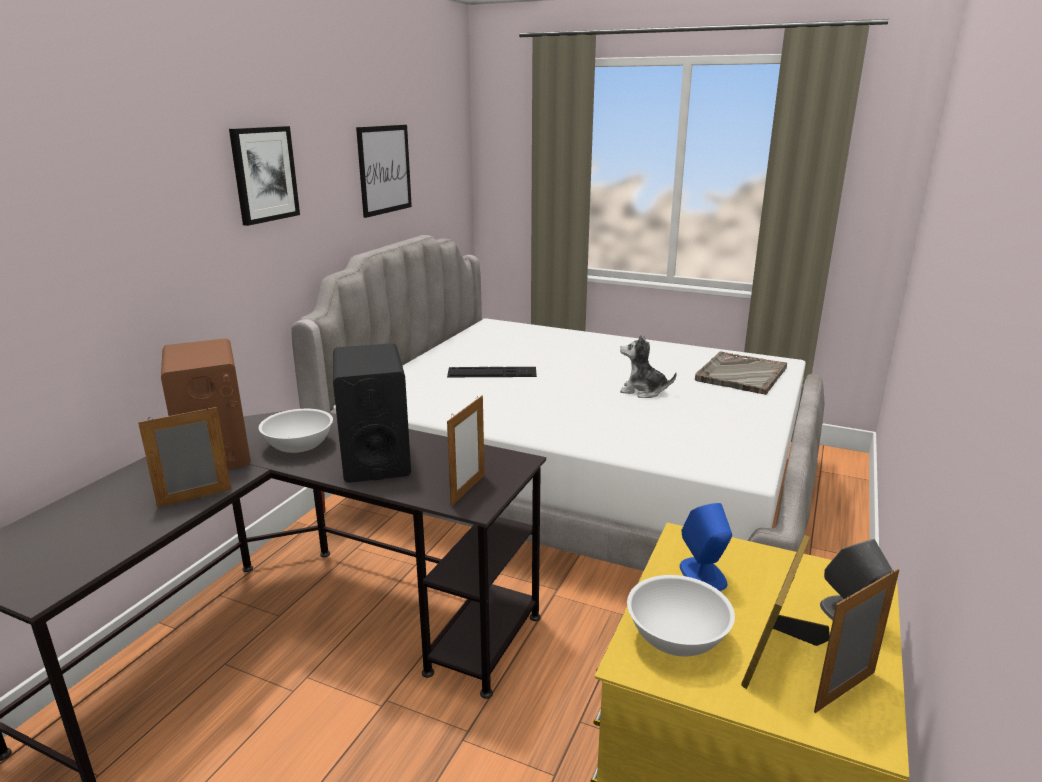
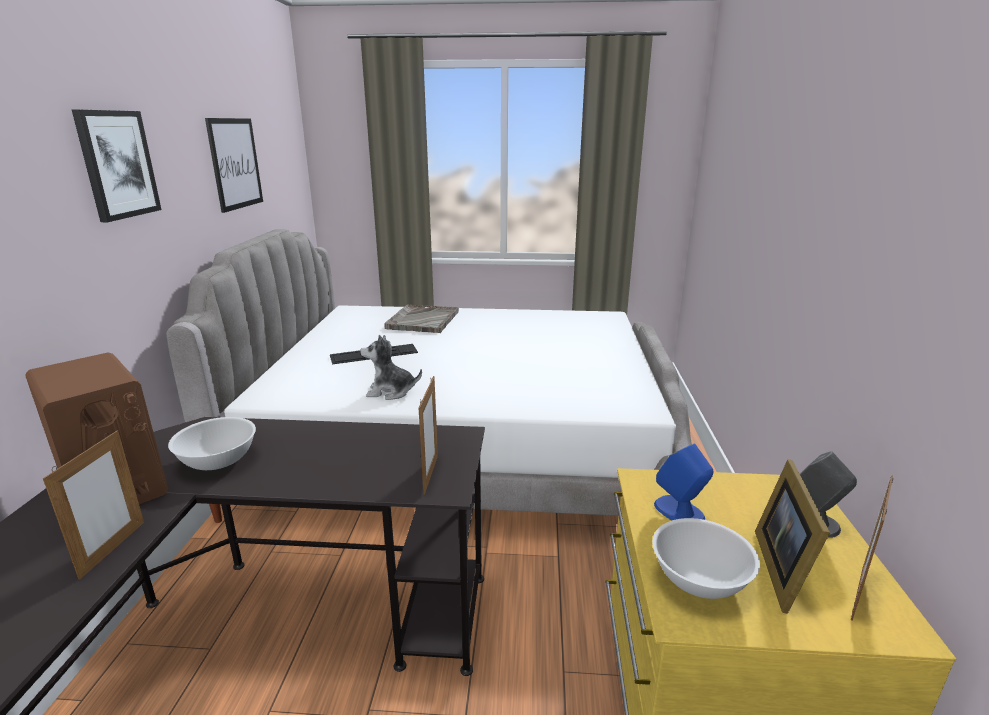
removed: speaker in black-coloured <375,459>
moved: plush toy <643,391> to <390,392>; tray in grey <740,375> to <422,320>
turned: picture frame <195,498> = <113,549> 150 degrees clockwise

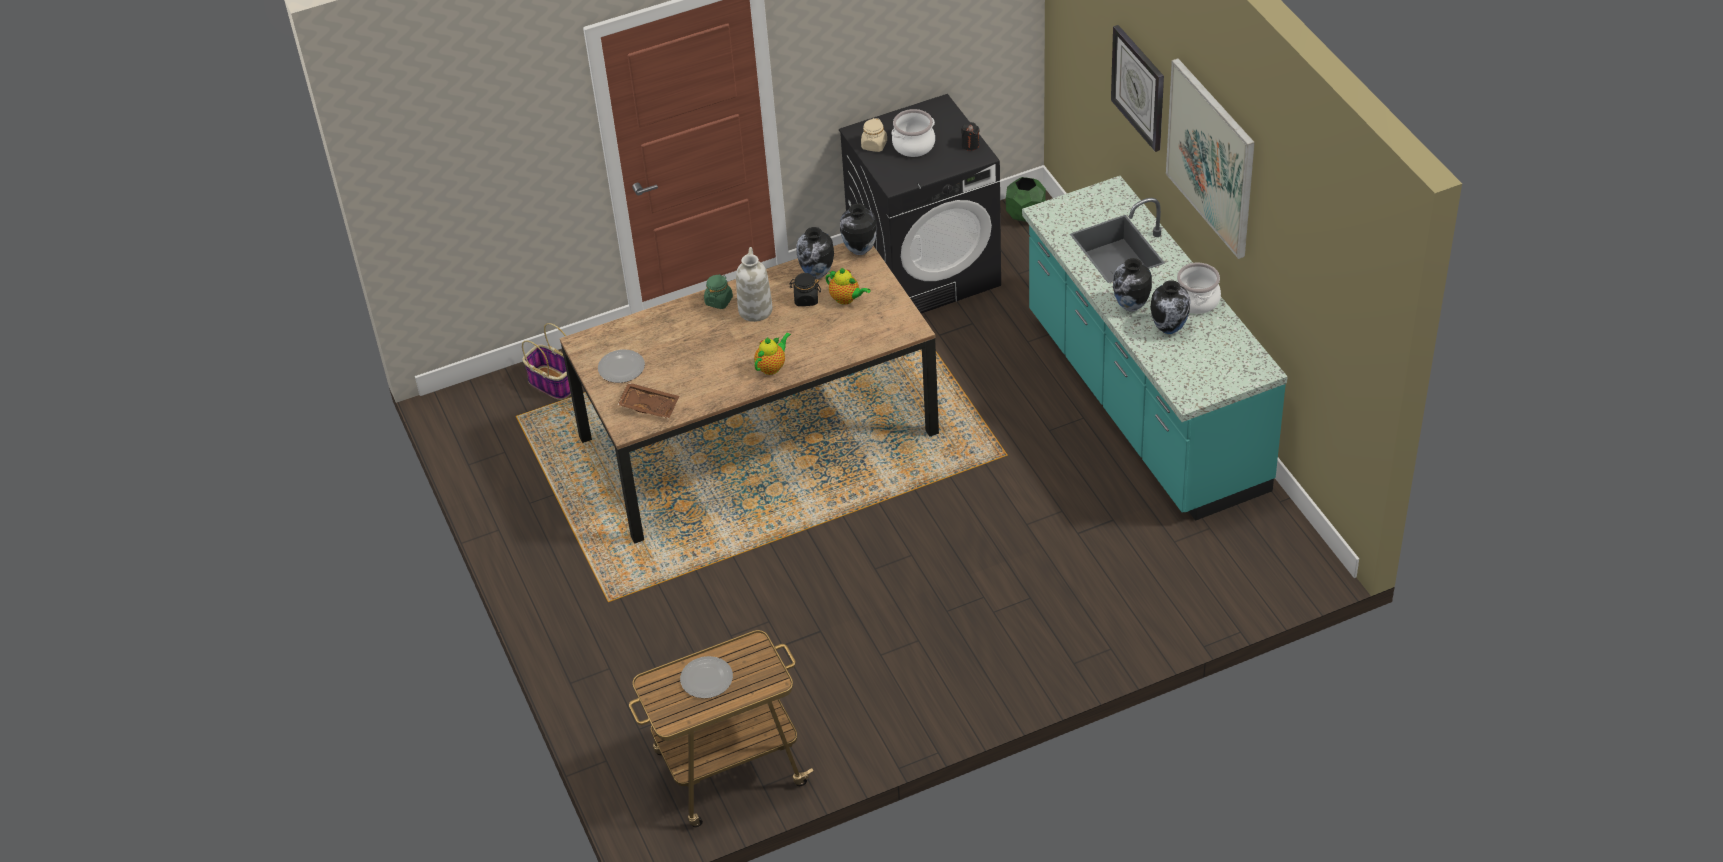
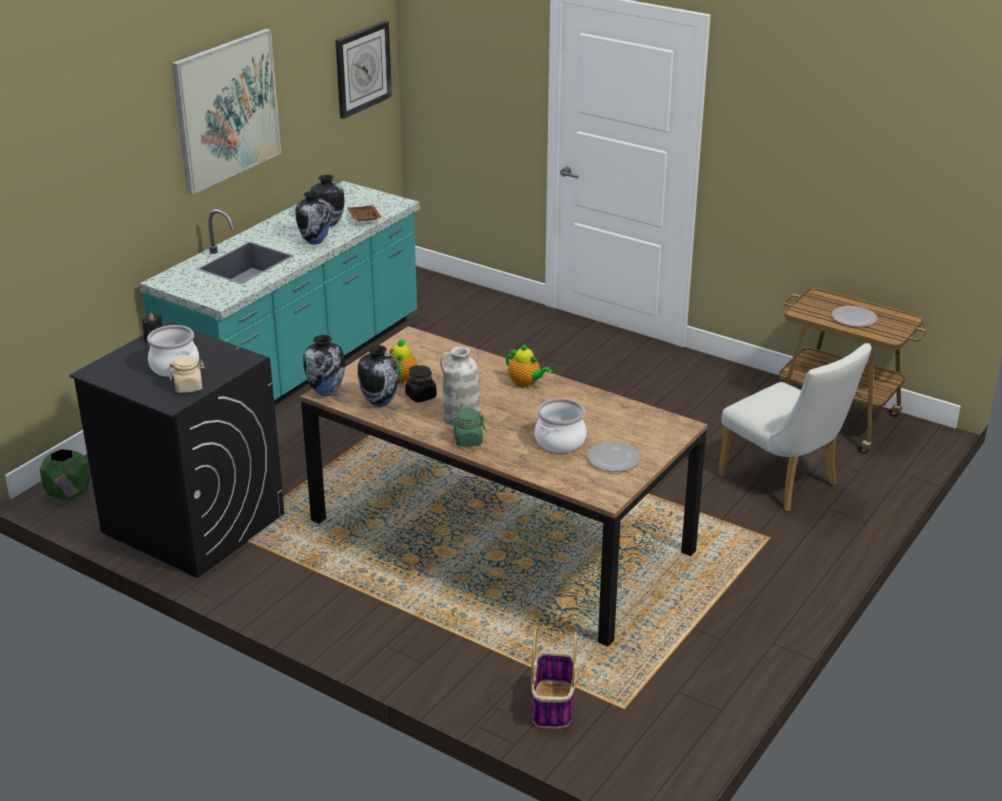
added: plain chair in whitish <785,483>
moved: wall clock <1139,87> to <362,69>; tray in brown <649,405> to <363,219>; cooking pot <1197,300> to <559,441>
turned: tea pot <772,367> = <526,383> 150 degrees counterclockwise

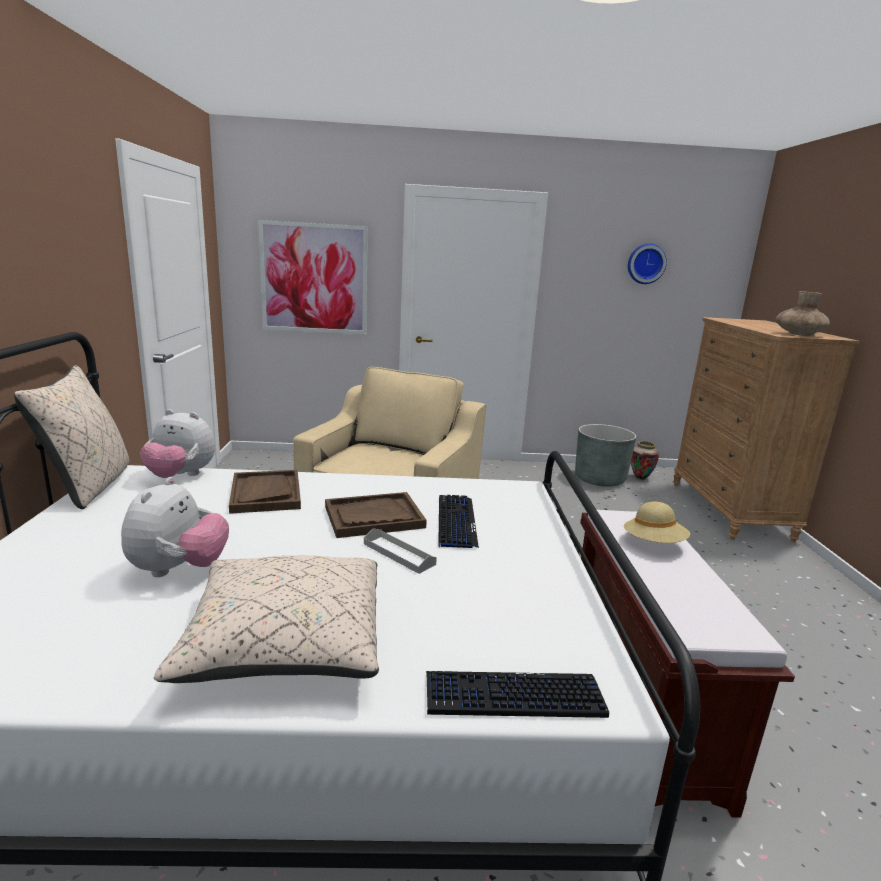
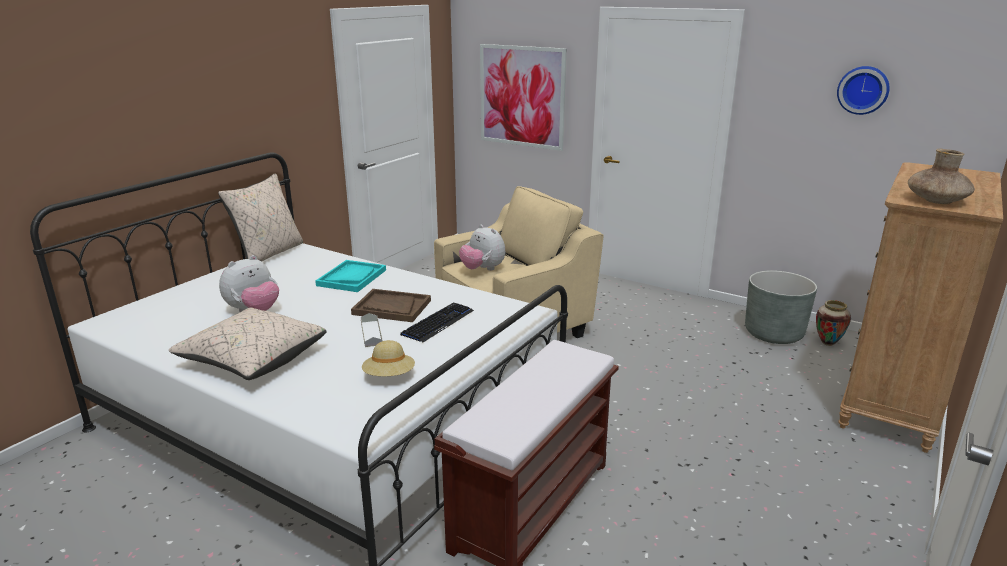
removed: computer keyboard <513,696>
moved: clothing hat in beige-coloured <654,544> to <389,376>; plush toy <181,476> to <482,269>
recoloured: tray in brown <265,493> to tray in blue-green <351,277>

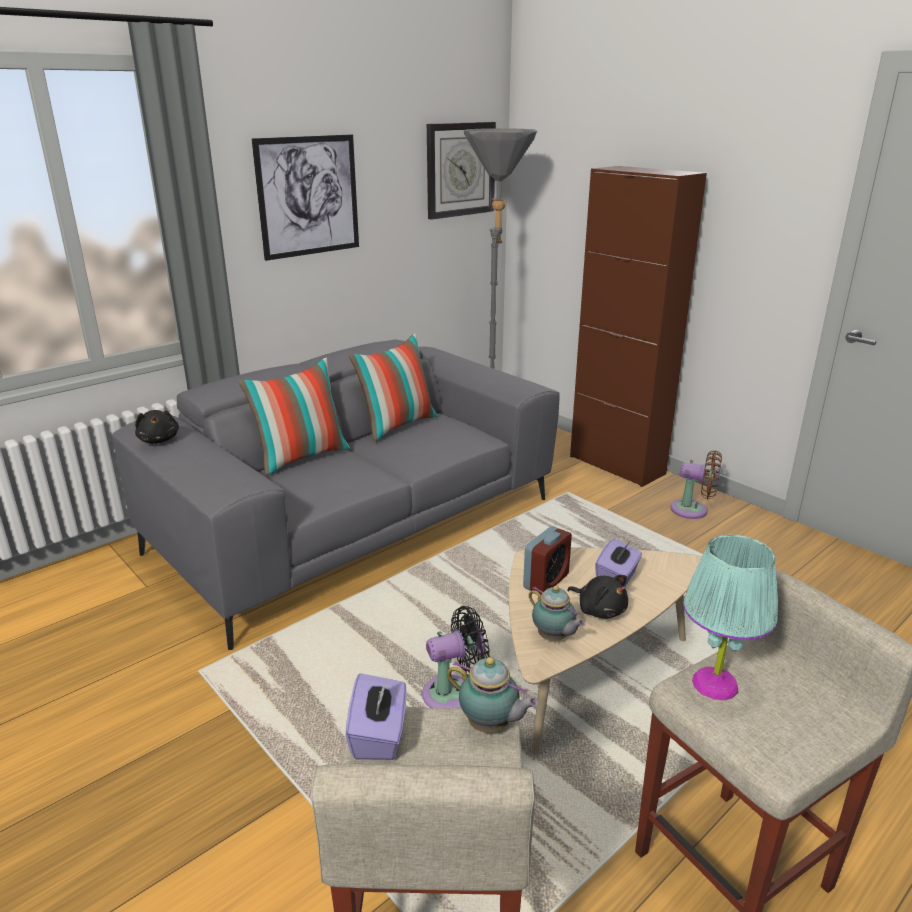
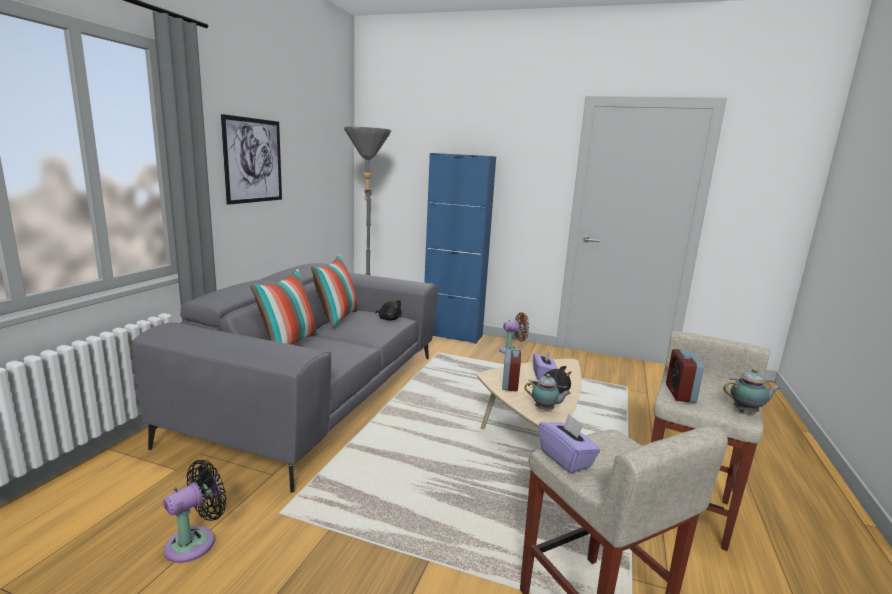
removed: wall clock <460,169>
moved: fan in black-coloured <454,693> to <195,542>; plush toy in black-coloured <159,440> to <389,319>; tea pot <491,726> to <747,412>
replaced: lamp for a table in blue-green <715,684> to alarm clock <680,393>
recoloured: cabinet in brown <616,465> to cabinet in blue <452,335>

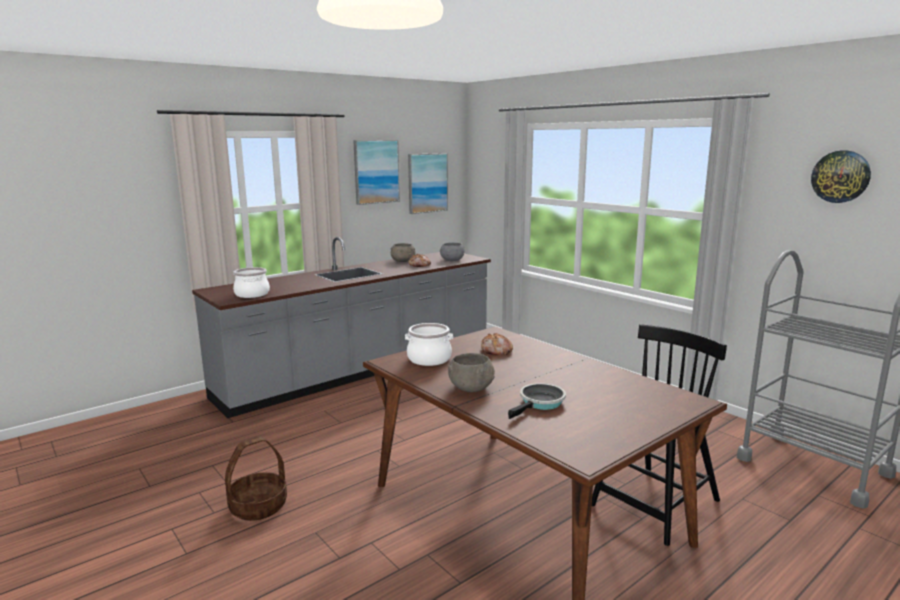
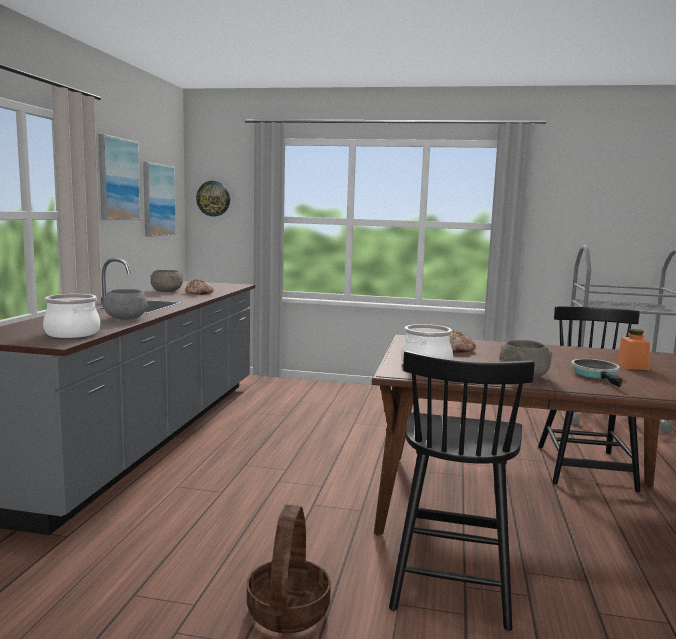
added: plain chair in black-coloured <452,574>; jar in orangey <632,366>
moved: deep dish in grey <452,260> to <125,318>; wall clock <840,176> to <213,198>

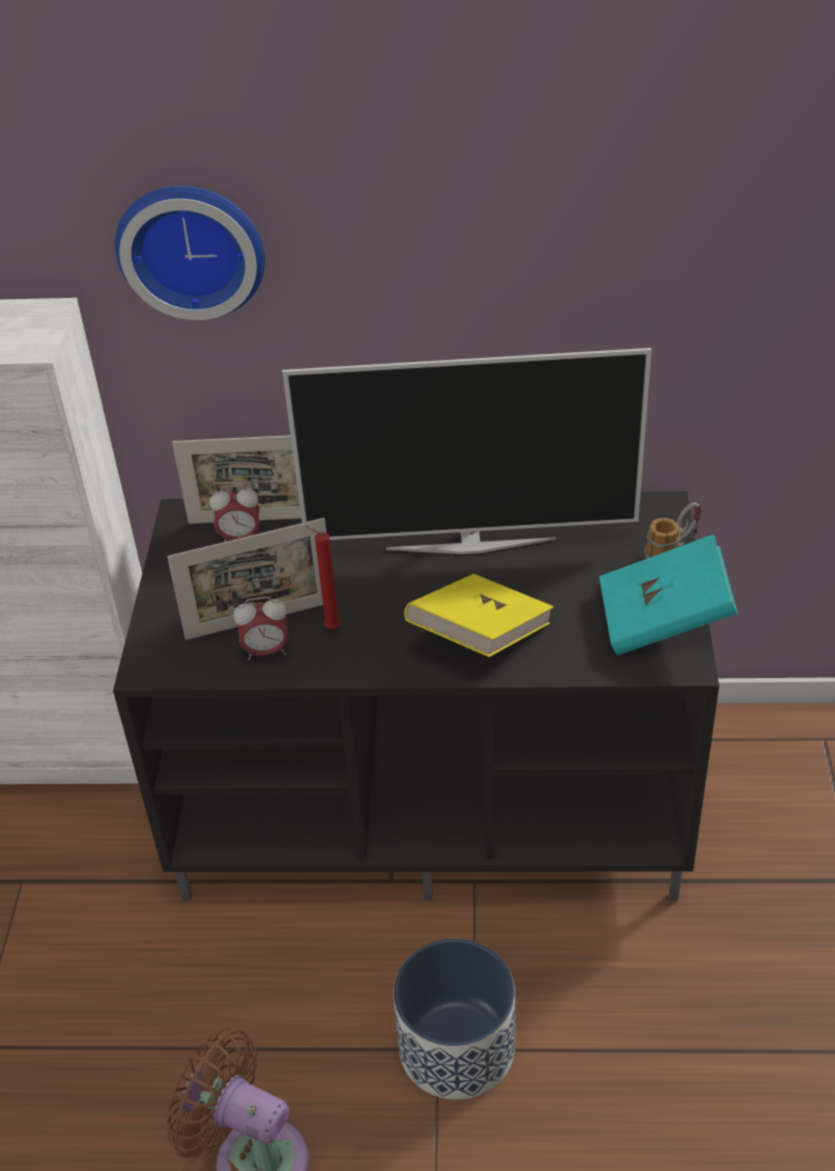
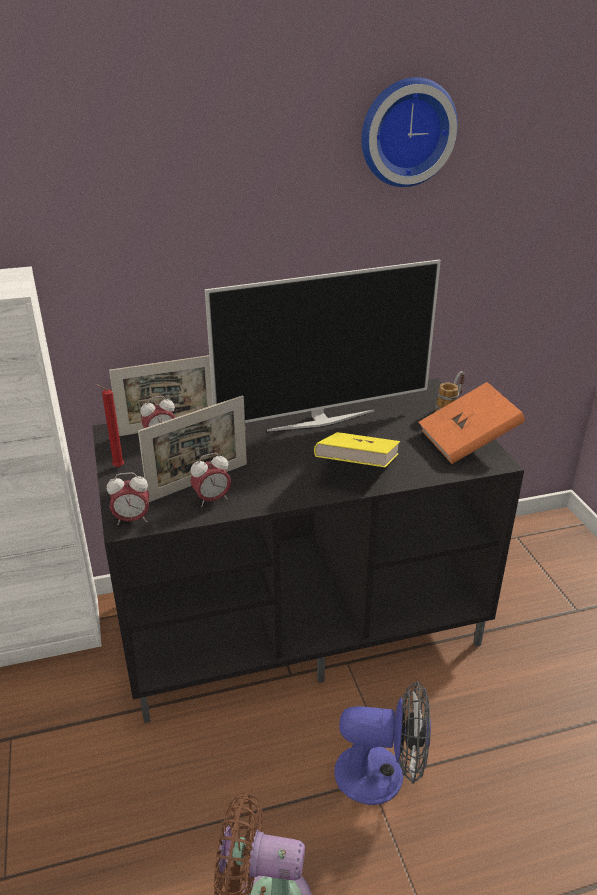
added: alarm clock <132,519>
moved: wax light in red <329,628> to <116,467>; wall clock <192,247> to <406,132>
replaced: planter <456,1046> to fan <382,775>
recoloured: bound book in blue-green <664,620> to bound book in orangey <467,441>

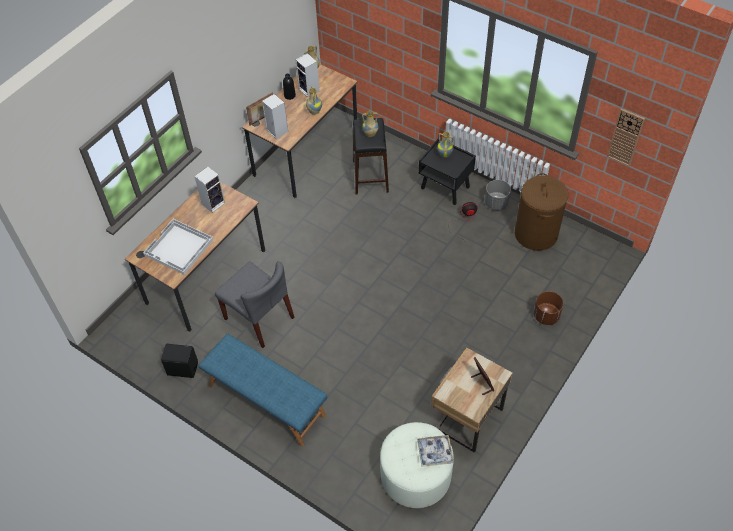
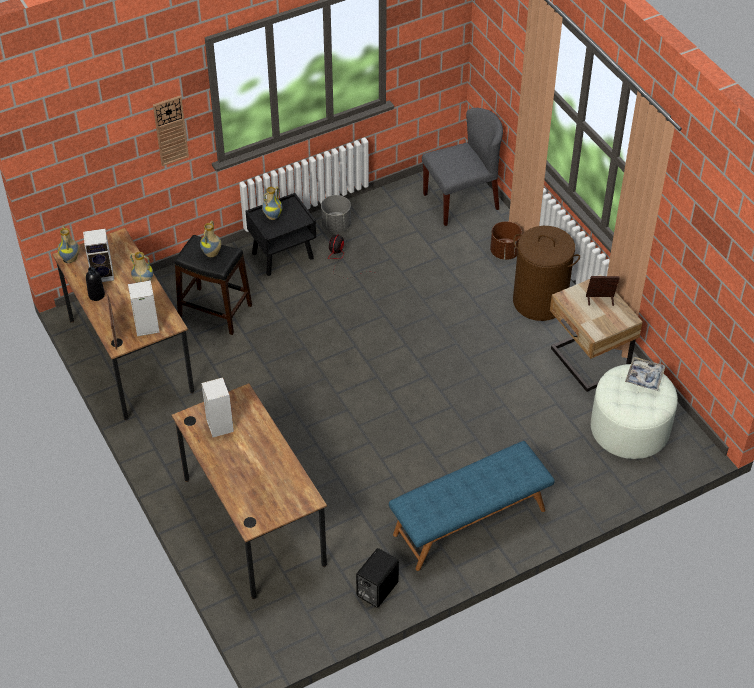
removed: tray in whitish <179,248>
moved: wall clock <625,137> to <170,130>; plain chair in grey <259,318> to <461,201>; laundry basket in brown <536,234> to <540,301>

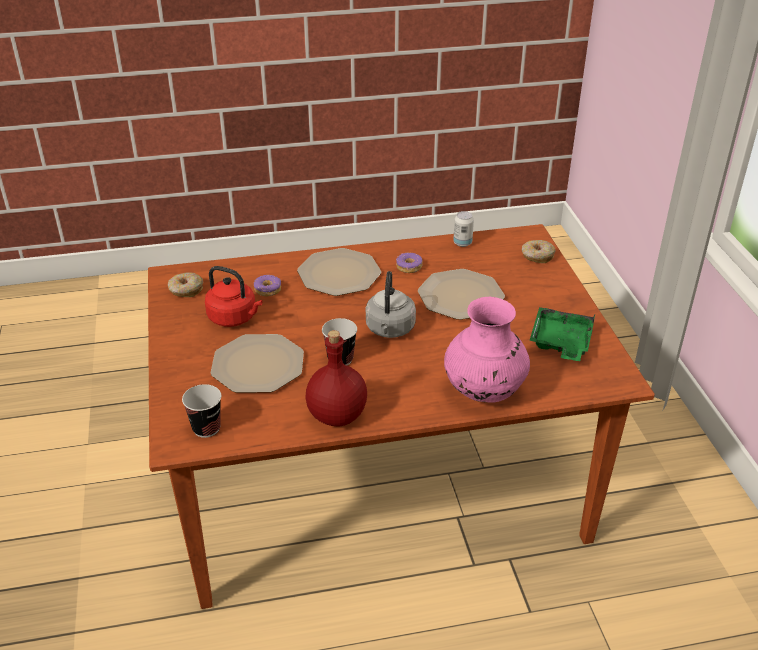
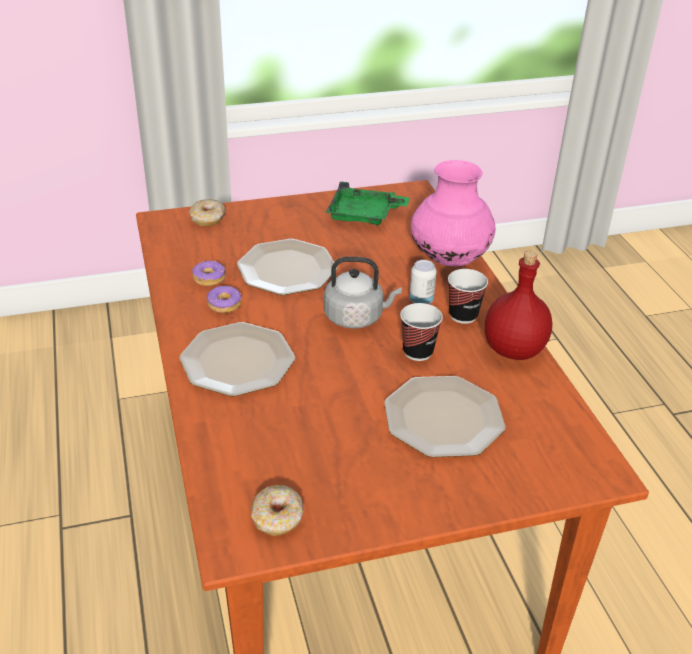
removed: kettle in red <234,318>
moved: ring doughnut <268,290> to <209,278>; can <462,243> to <421,300>; small cup <206,428> to <463,315>

